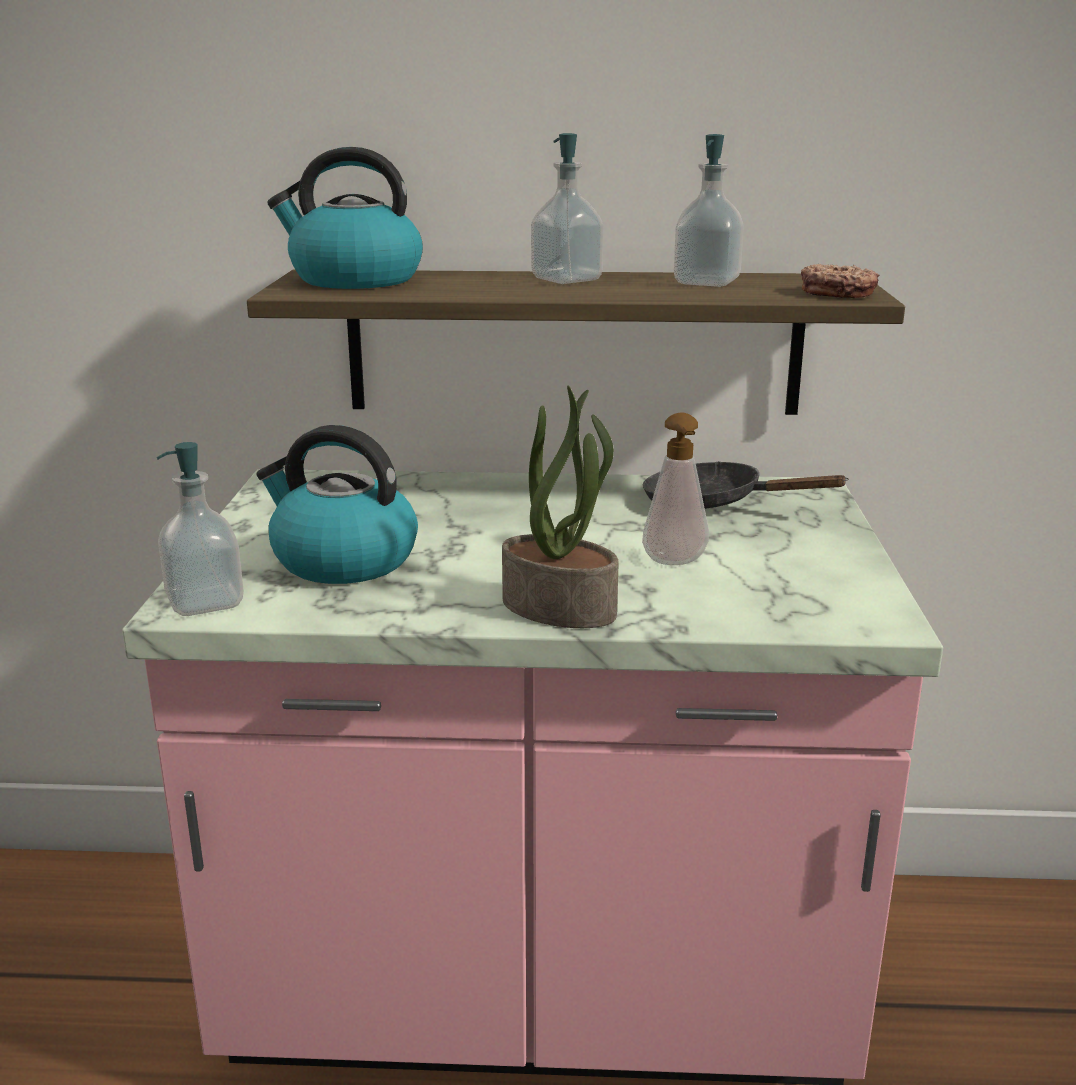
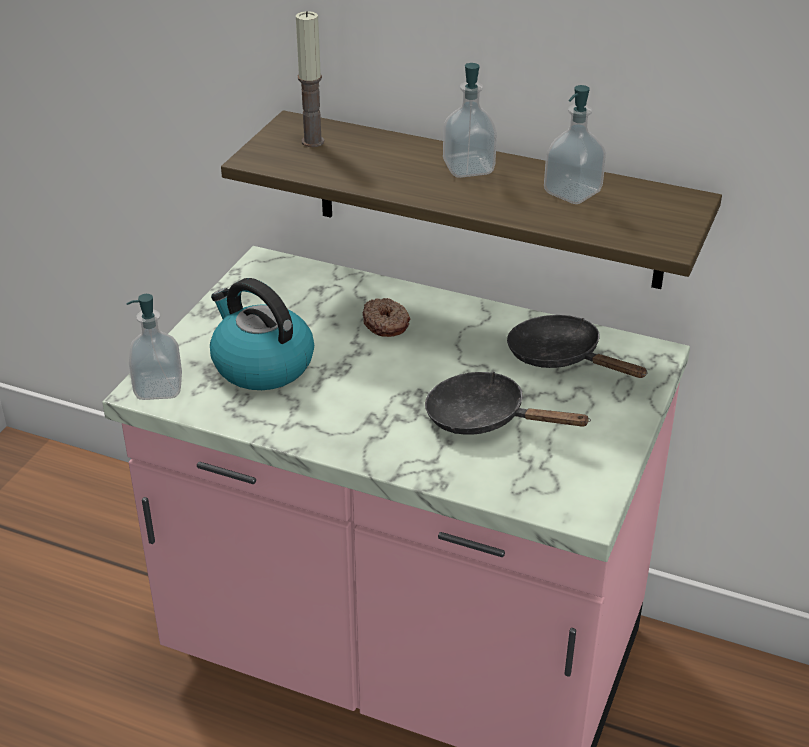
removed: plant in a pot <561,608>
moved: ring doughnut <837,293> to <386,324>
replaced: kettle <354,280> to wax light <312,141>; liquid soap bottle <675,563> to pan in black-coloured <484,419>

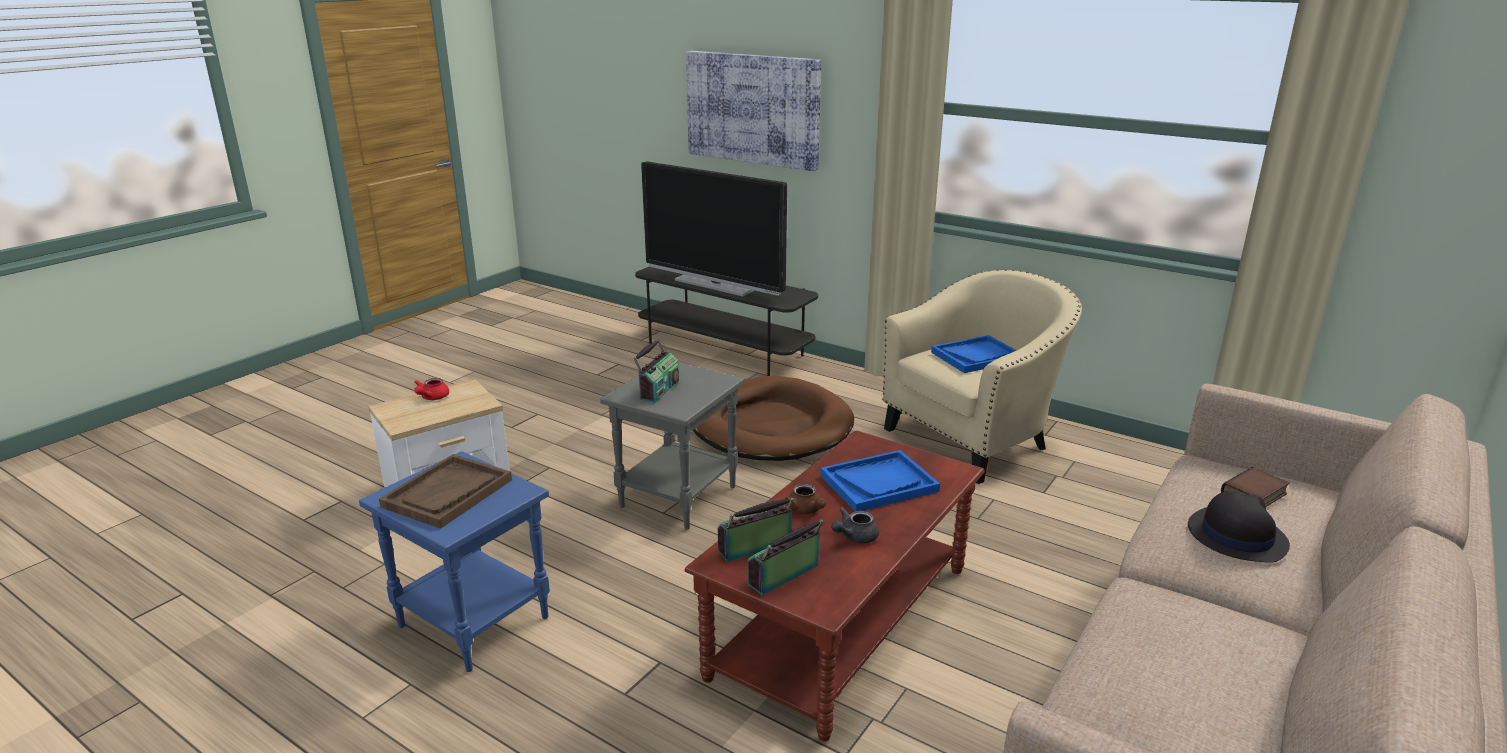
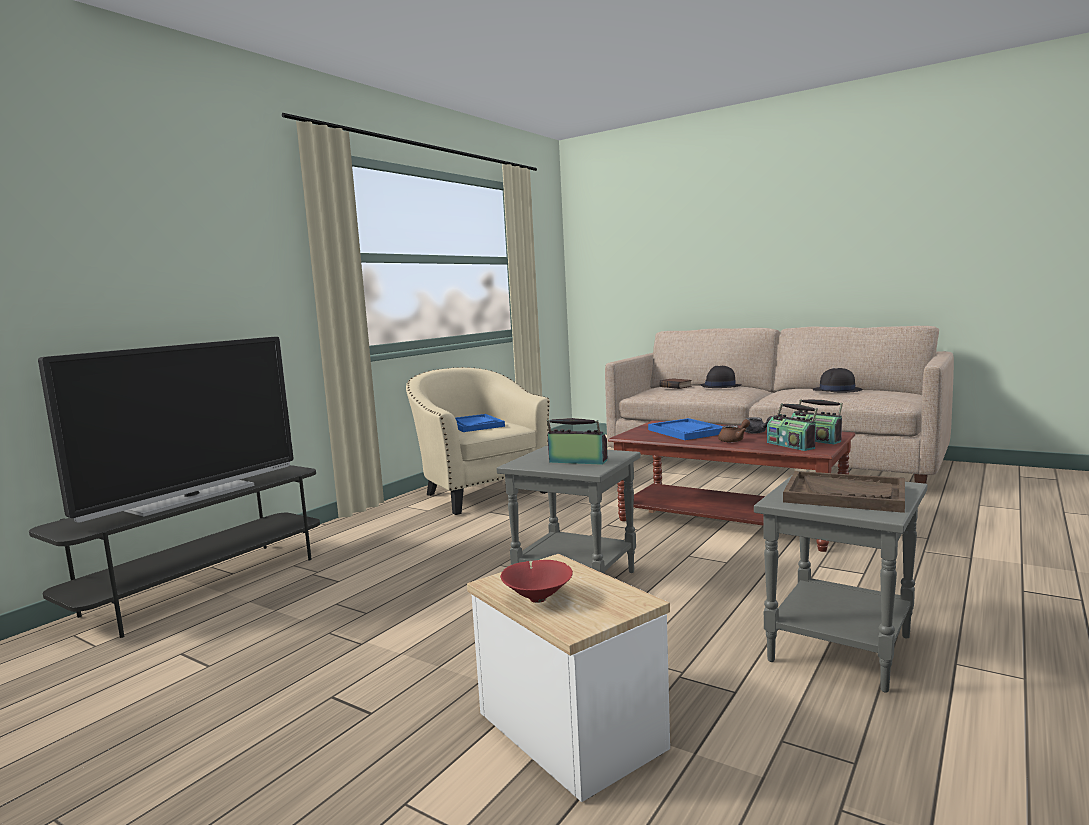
removed: picture <754,108>; pet bed in brown <769,426>
added: clothing hat in black-coloured <837,390>
replaced: tea pot in red <432,398> to deep dish in red <538,598>
recoloured: accent table in blue <471,622> to accent table in grey <842,650>

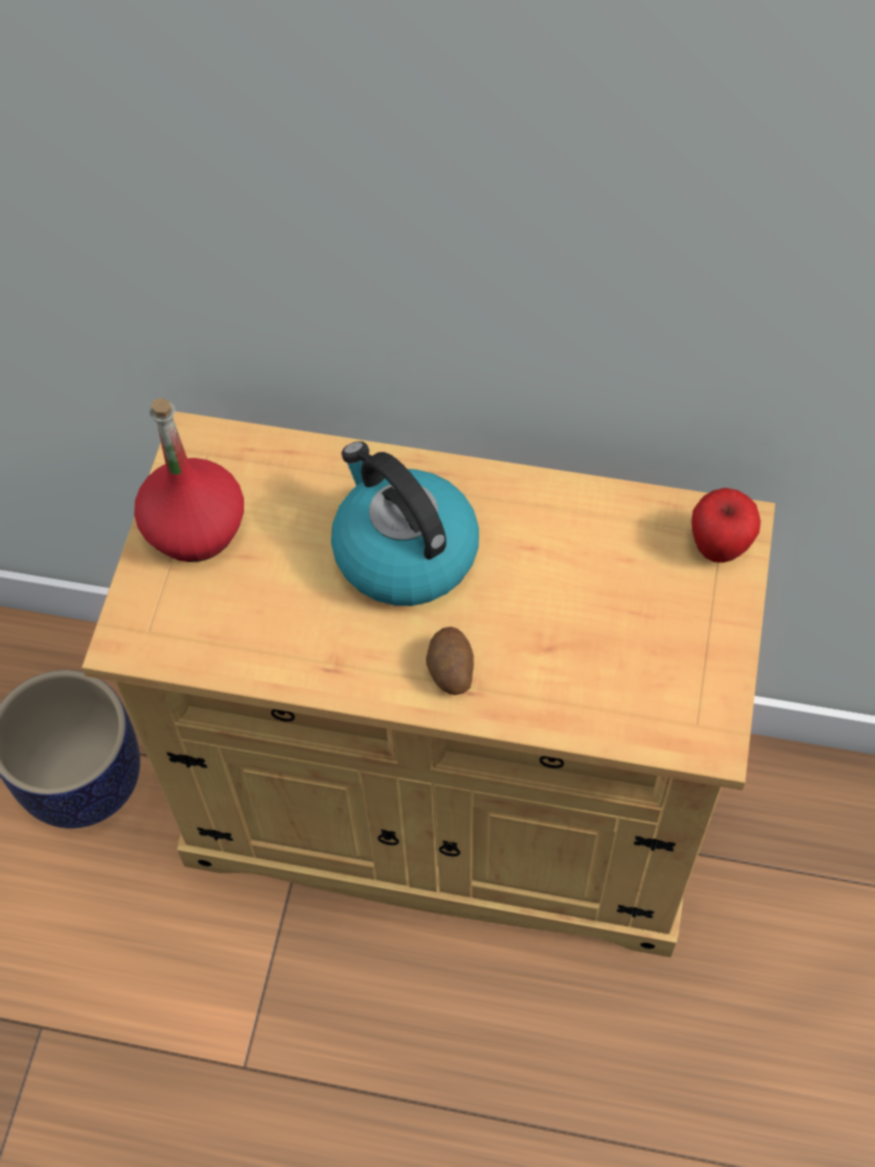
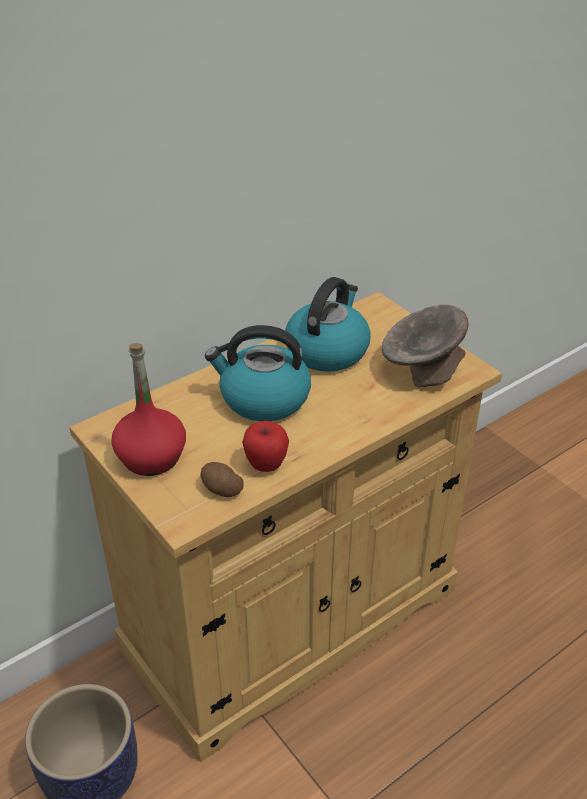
added: kettle <327,350>; deep dish in grey <421,370>
moved: potato <450,670> to <221,489>; apple <719,547> to <266,465>

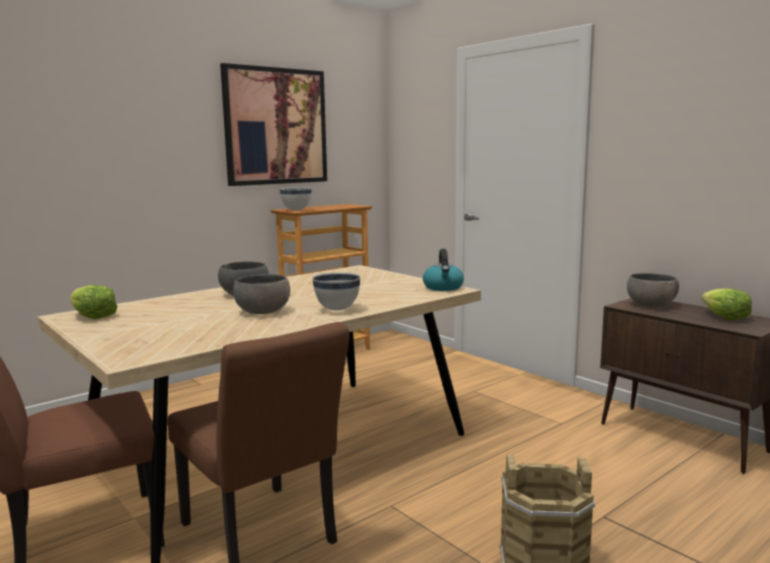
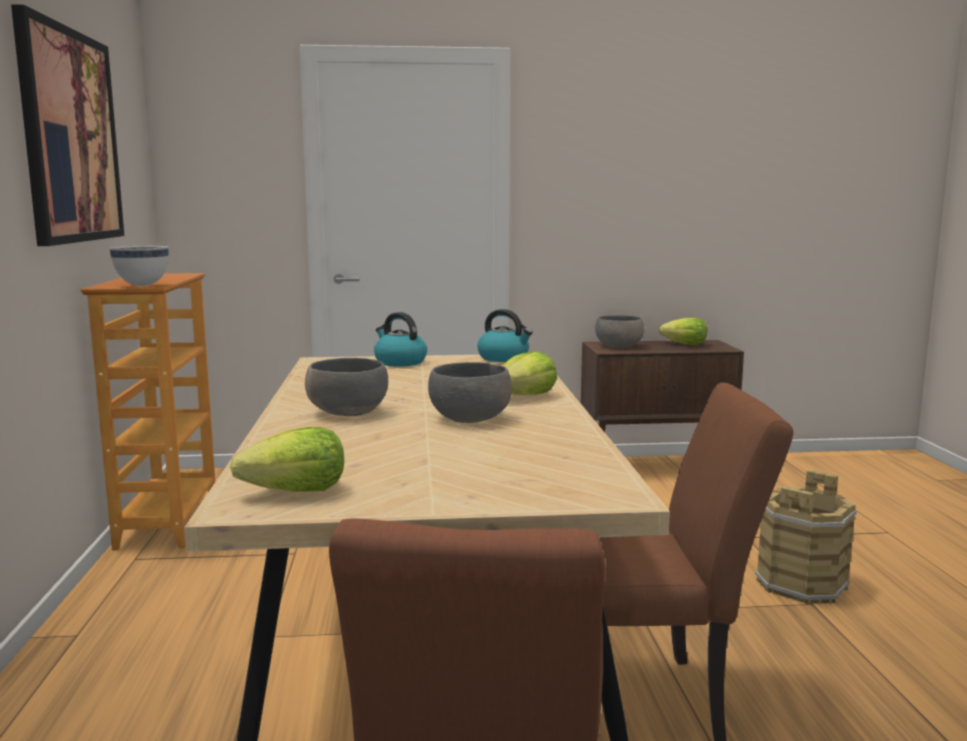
added: kettle <399,362>
replaced: deep dish in whitish <337,310> to head of lettuce <526,396>

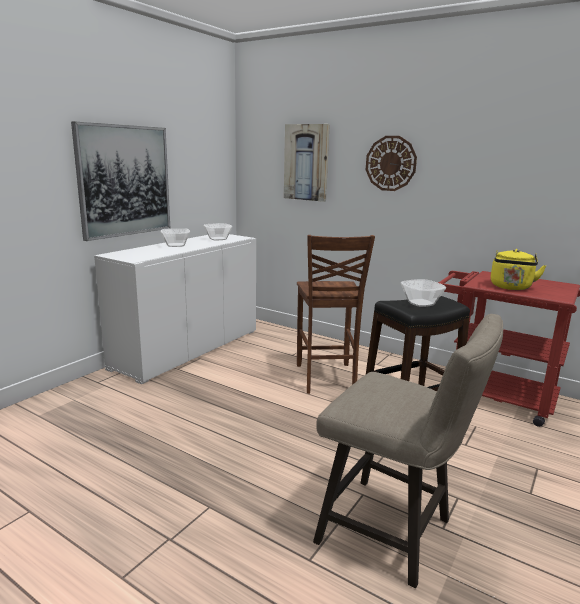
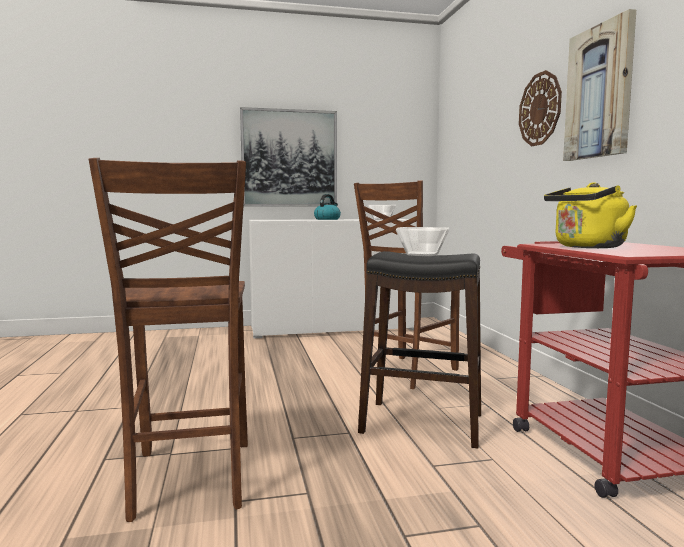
moved: picture <306,162> to <599,92>
replaced: stool seat in beige-coloured <394,534> to plain chair in brown <189,480>; deep dish <175,245> to kettle <327,219>

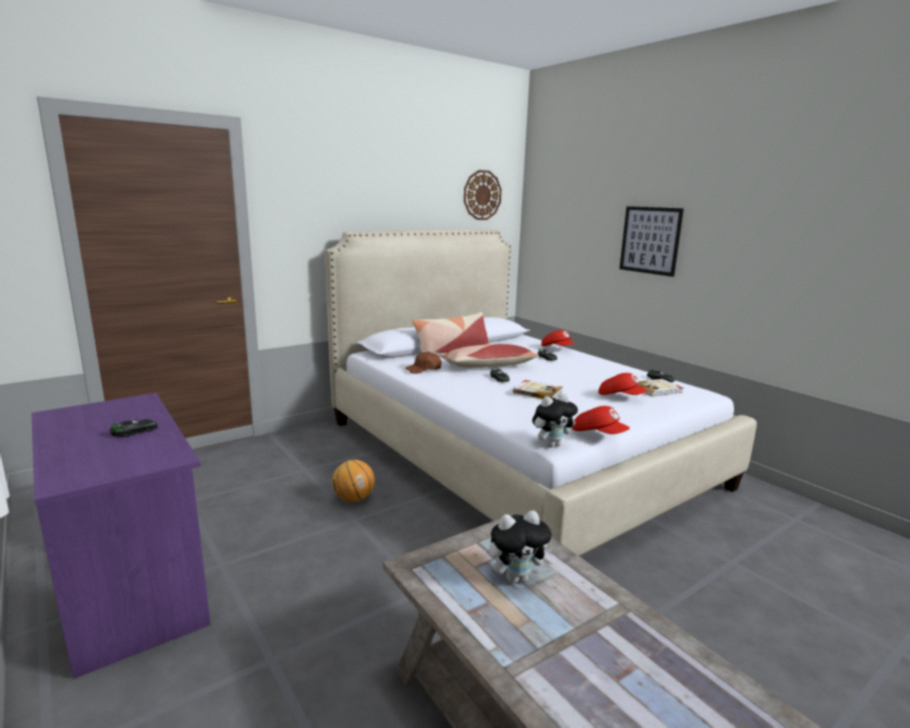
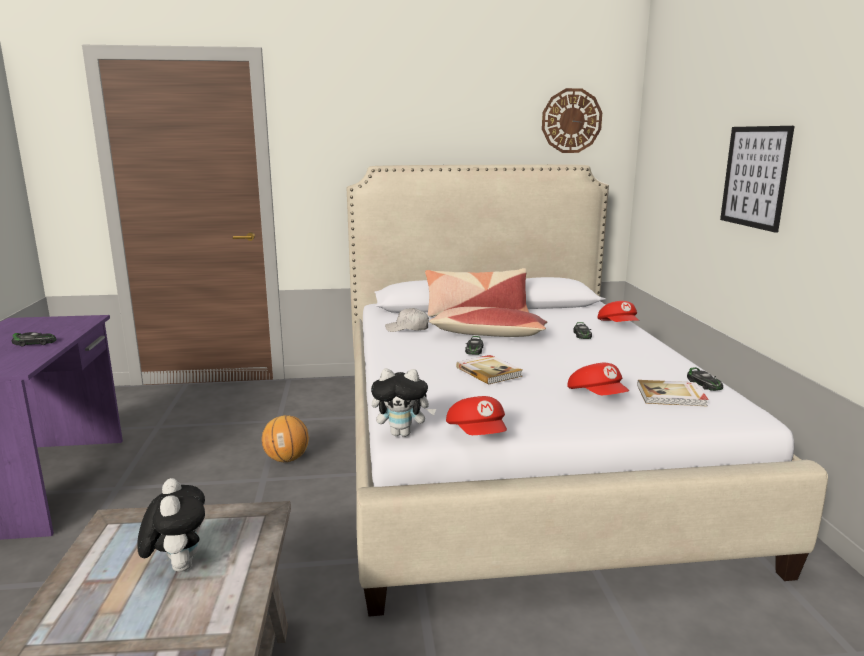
recoloured: cap in brown <423,369> to cap in whitish <407,328>
turned: plush toy <516,577> = <178,565> 120 degrees counterclockwise

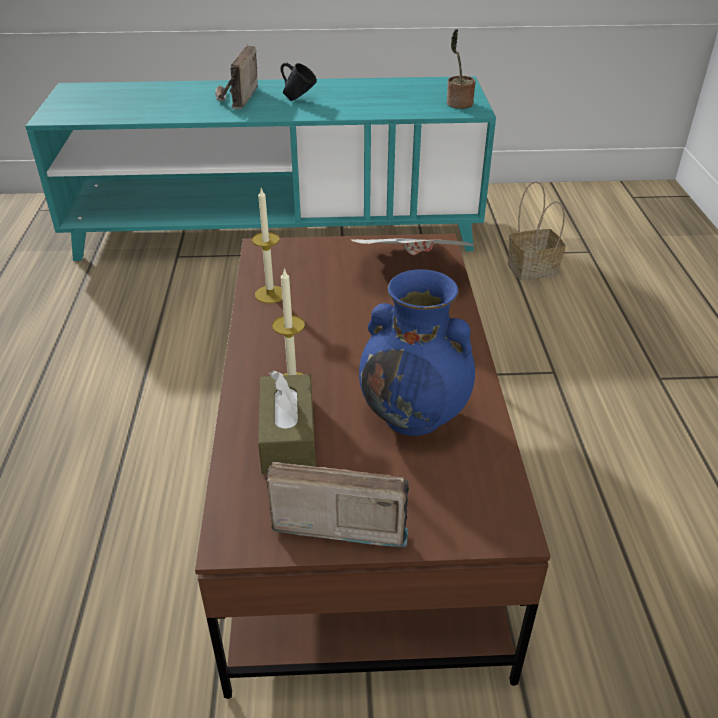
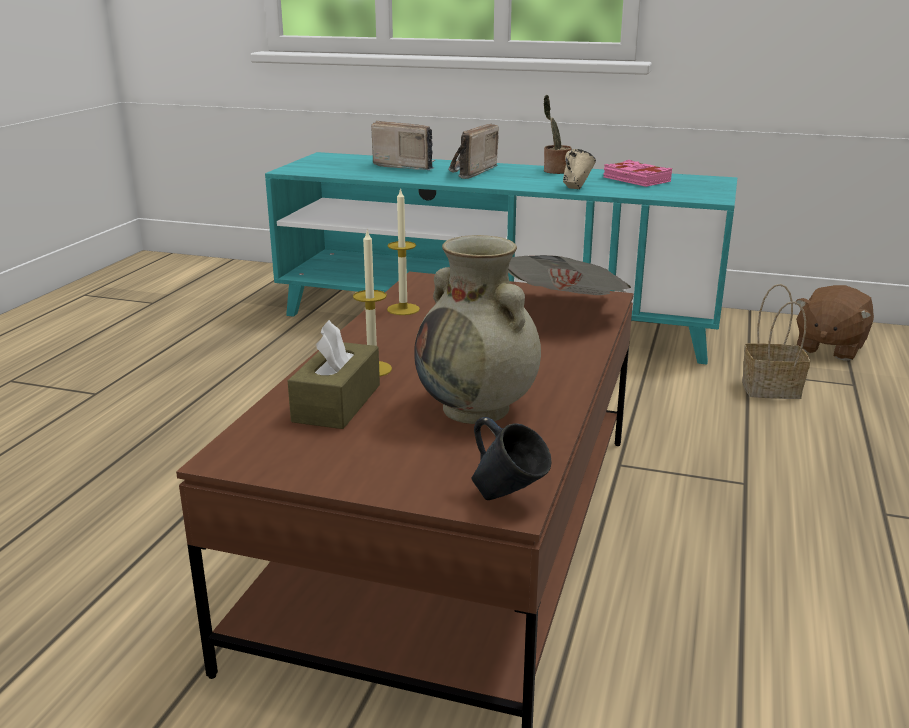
added: coffee mug in beige-coloured <576,188>; bound book in pink <636,180>; plush toy in brown <829,347>
moved: radio <338,517> to <405,166>; coffee mug in blue <299,100> to <507,499>; plant in a pot <458,104> to <555,171>
recoloured: flower vase in blue <415,415> to flower vase in beige-coloured <478,409>

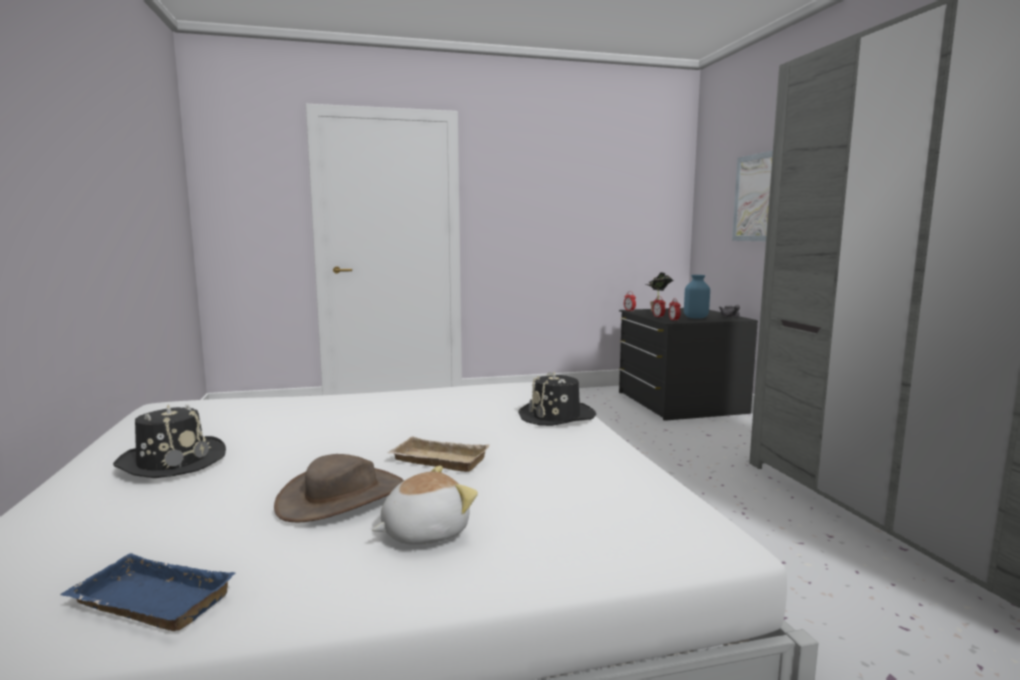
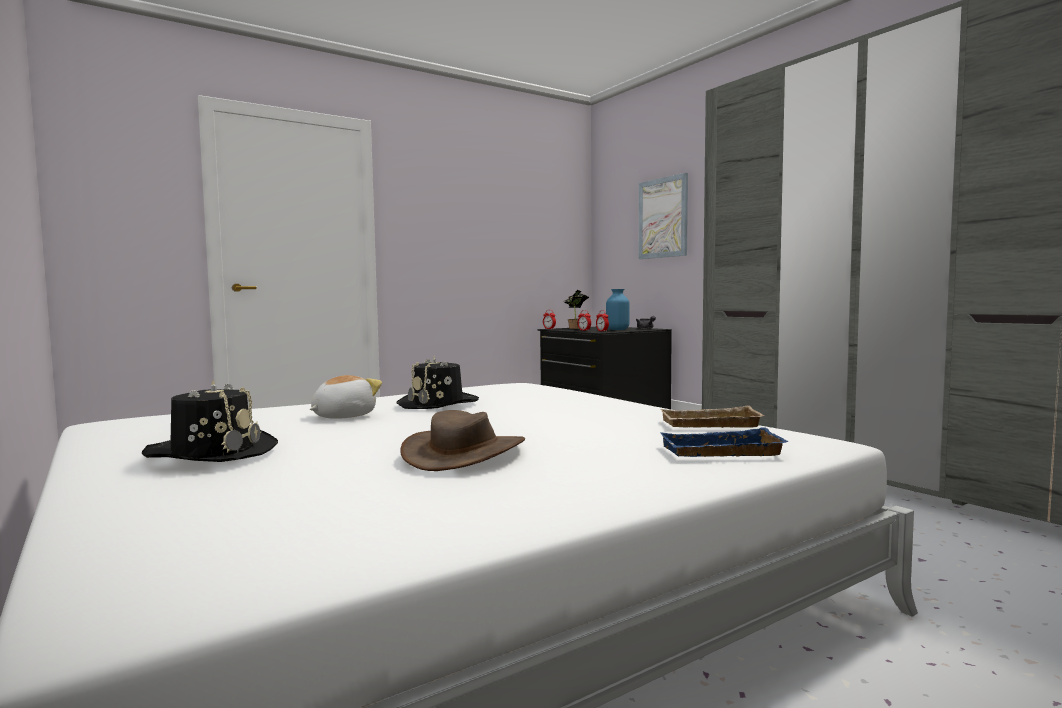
moved: plush toy <424,532> to <342,416>; clothing hat in black-coloured <557,416> to <438,404>; tray in beige-coloured <437,461> to <709,425>; tray in blue <146,603> to <720,452>

